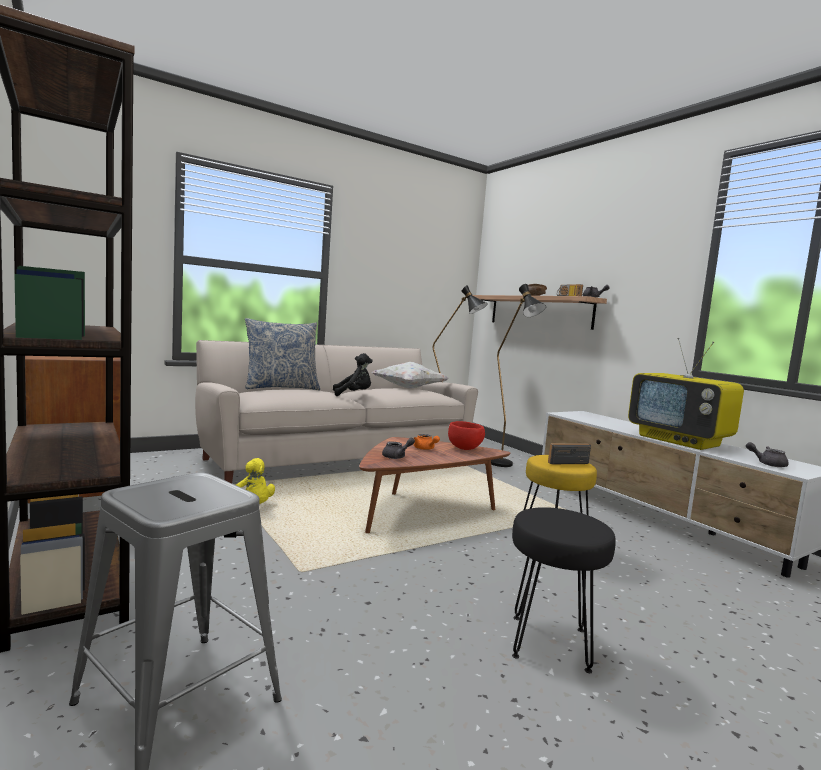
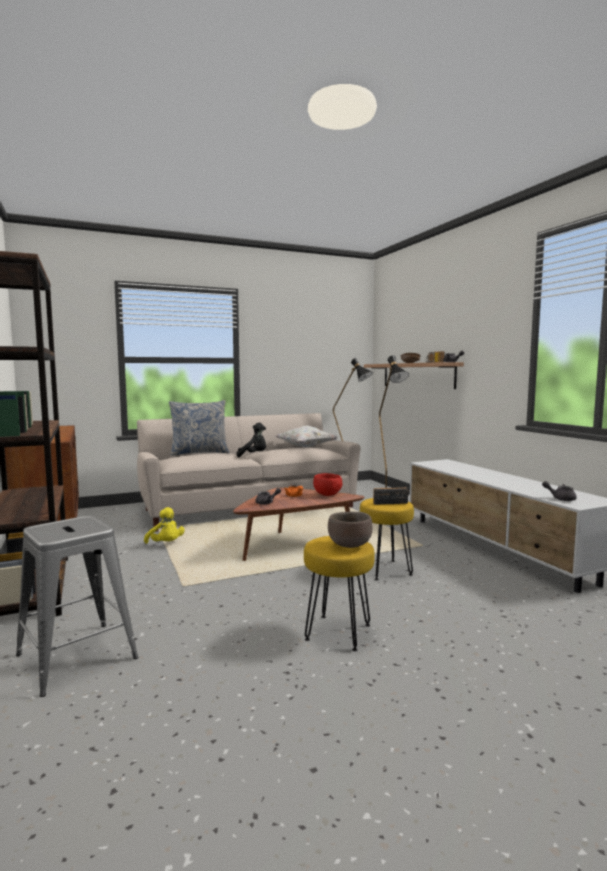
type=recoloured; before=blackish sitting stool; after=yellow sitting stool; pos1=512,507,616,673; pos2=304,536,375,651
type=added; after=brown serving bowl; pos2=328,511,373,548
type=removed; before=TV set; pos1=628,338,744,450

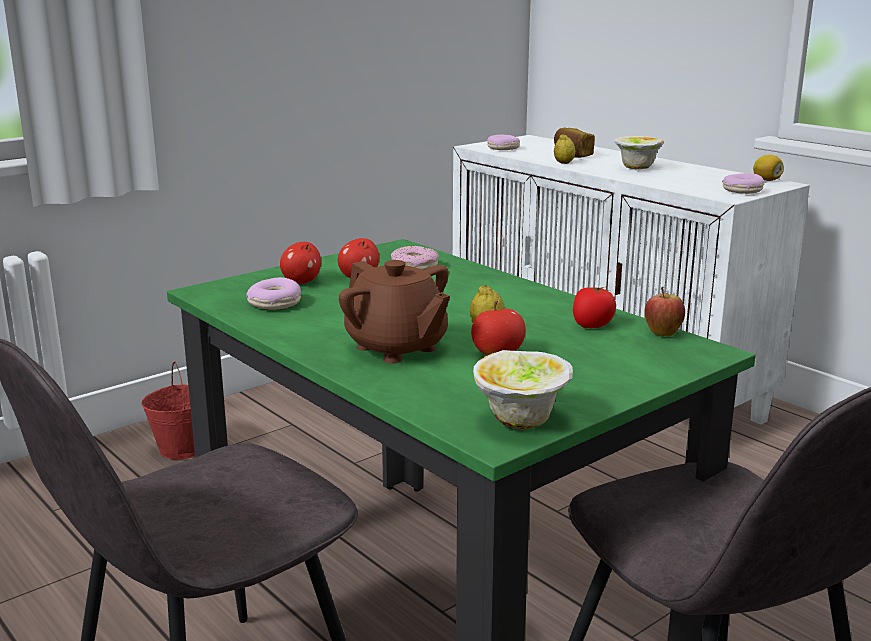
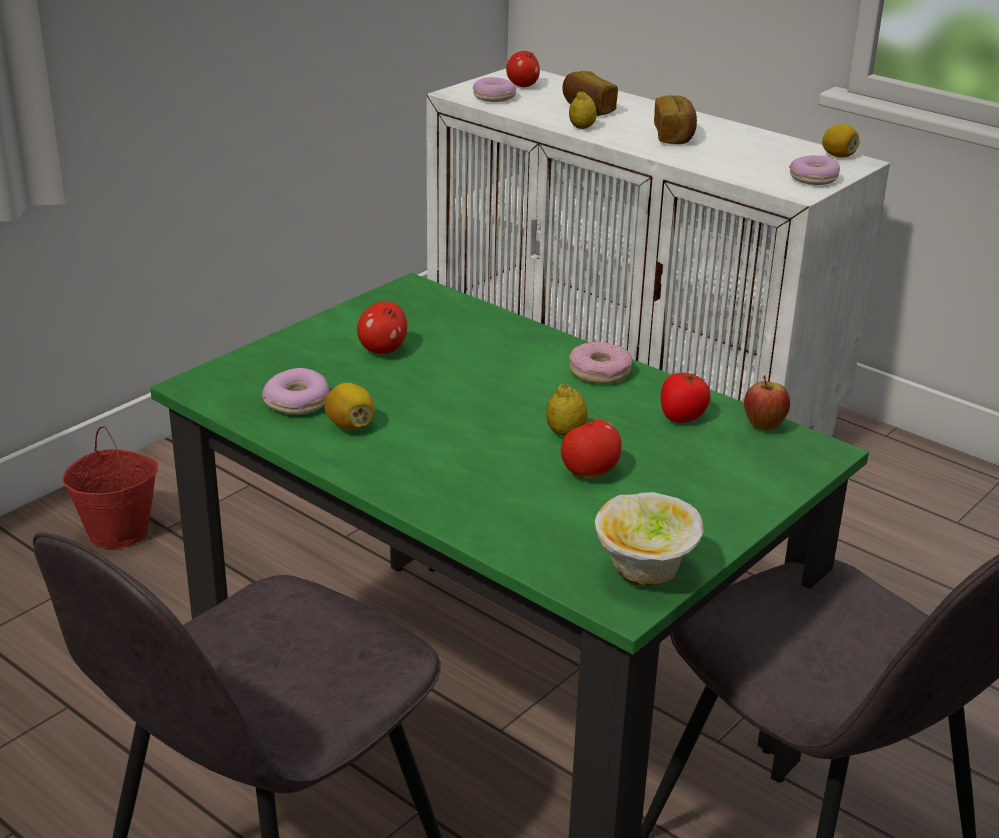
type=added; after=whole lemon; pos2=325,383,375,430
type=moved; before=apple fruit; pos1=280,242,321,284; pos2=506,51,540,87
type=moved; before=ring doughnut; pos1=391,246,439,270; pos2=569,341,632,384
type=replaced; before=serving bowl; after=bread; pos1=614,136,664,169; pos2=654,95,697,144
type=removed; before=brown pot for tea; pos1=339,260,450,363

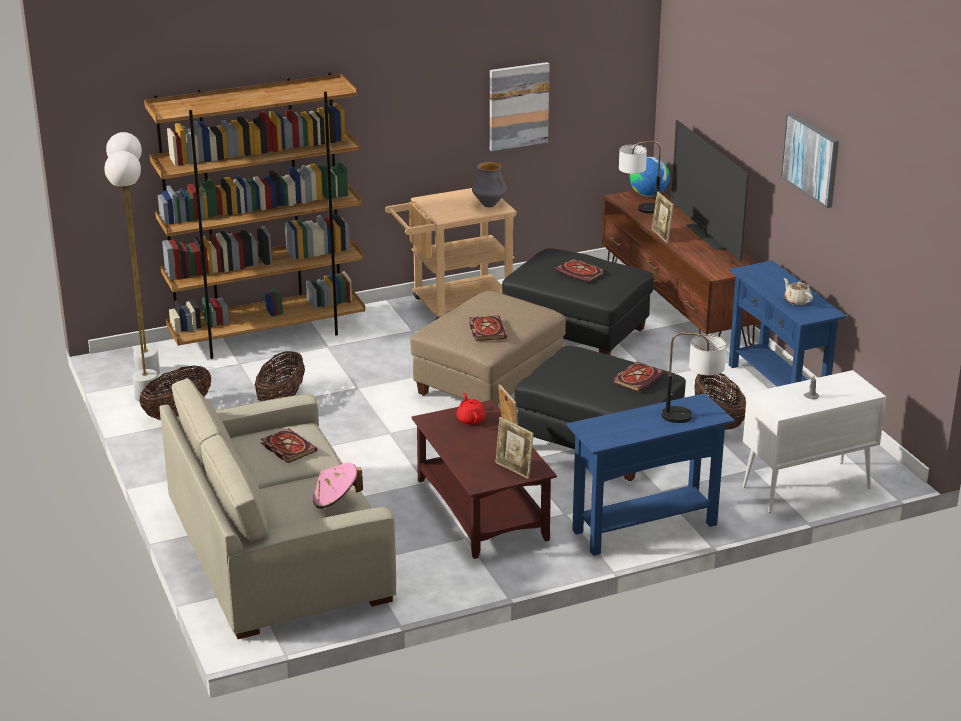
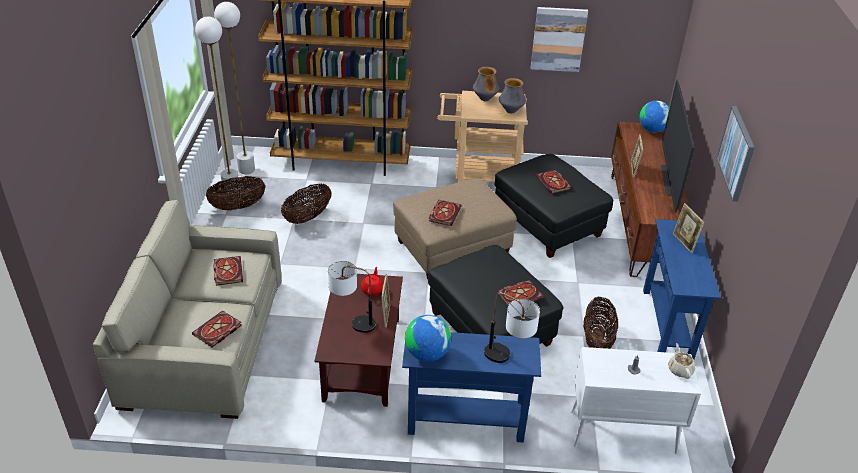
type=replaced; before=pink clothing hat; after=volume; pos1=313,463,363,509; pos2=192,310,242,347
type=moved; before=table lamp; pos1=619,141,661,214; pos2=328,261,376,333
type=added; after=world globe; pos2=405,315,451,362
type=added; after=flower vase; pos2=473,67,499,101
type=moved; before=beige pot for tea; pos1=784,278,813,305; pos2=668,343,695,379
type=moved; before=picture frame; pos1=495,417,534,479; pos2=673,203,704,253

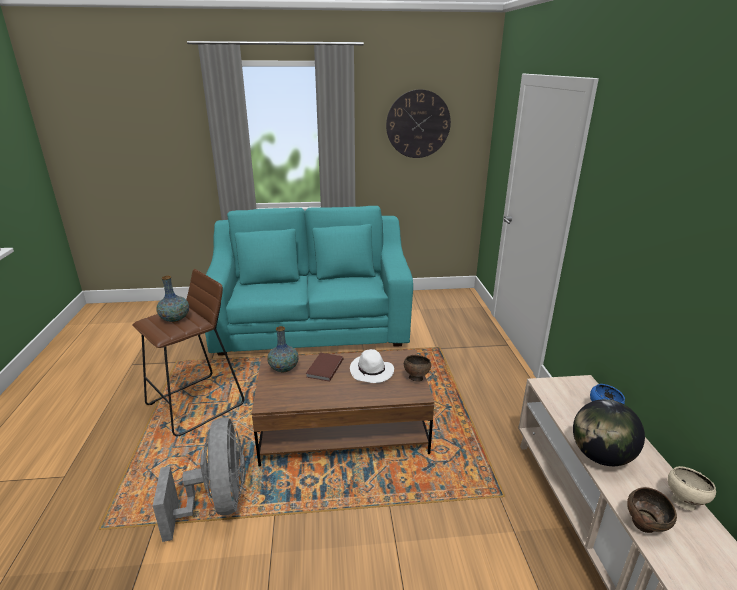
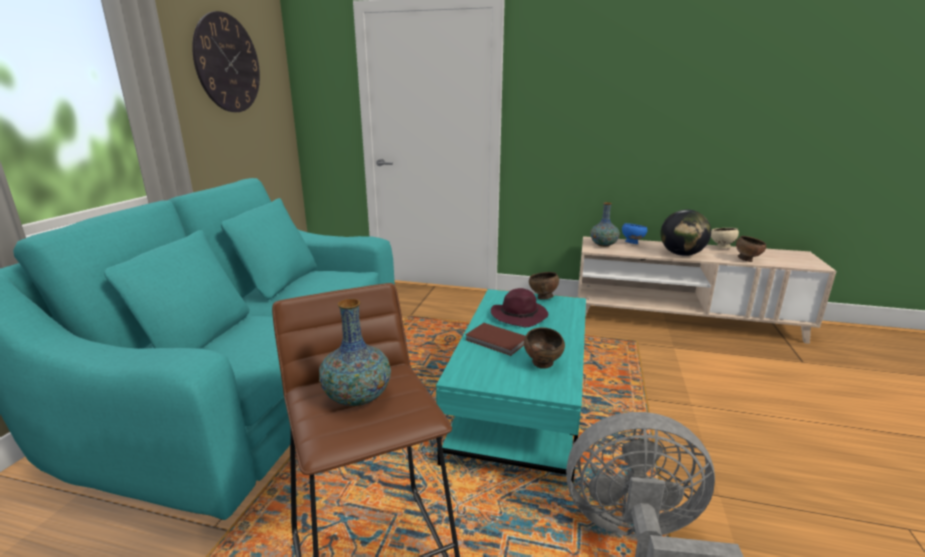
type=recoloured; before=brown coffee table; after=blue-green coffee table; pos1=252,350,434,466; pos2=436,289,586,483
type=recoloured; before=white-coloured clothing hat; after=purplish clothing hat; pos1=350,349,394,383; pos2=491,288,549,327
type=added; after=brown serving bowl; pos2=524,327,565,369
type=moved; before=flower vase; pos1=268,326,299,372; pos2=590,202,620,247

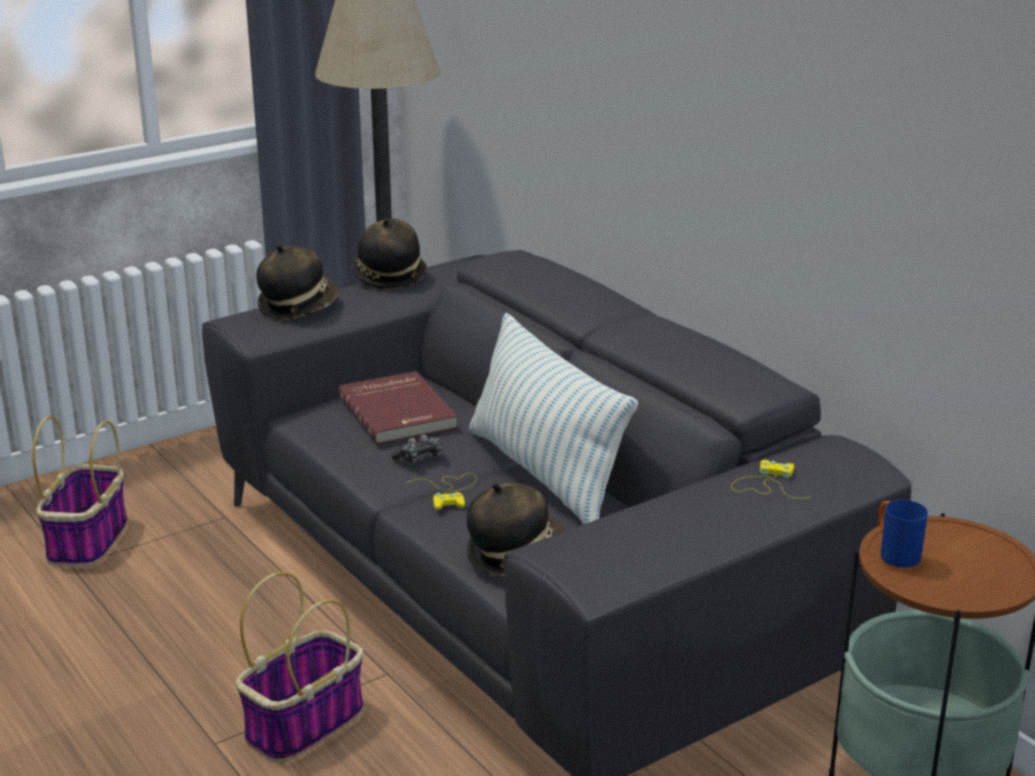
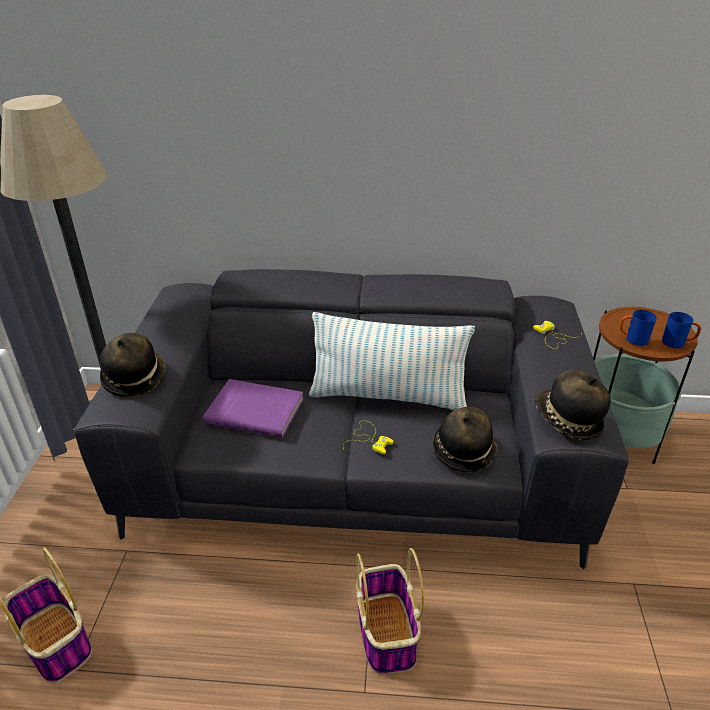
type=recoloured; before=red-coloured volume; after=purplish volume; pos1=338,371,458,444; pos2=203,379,304,438
type=moved; before=clothing hat; pos1=352,218,427,290; pos2=534,370,611,440
type=added; after=blue-coloured coffee mug; pos2=662,312,701,348
type=removed; before=gamepad; pos1=391,435,442,464

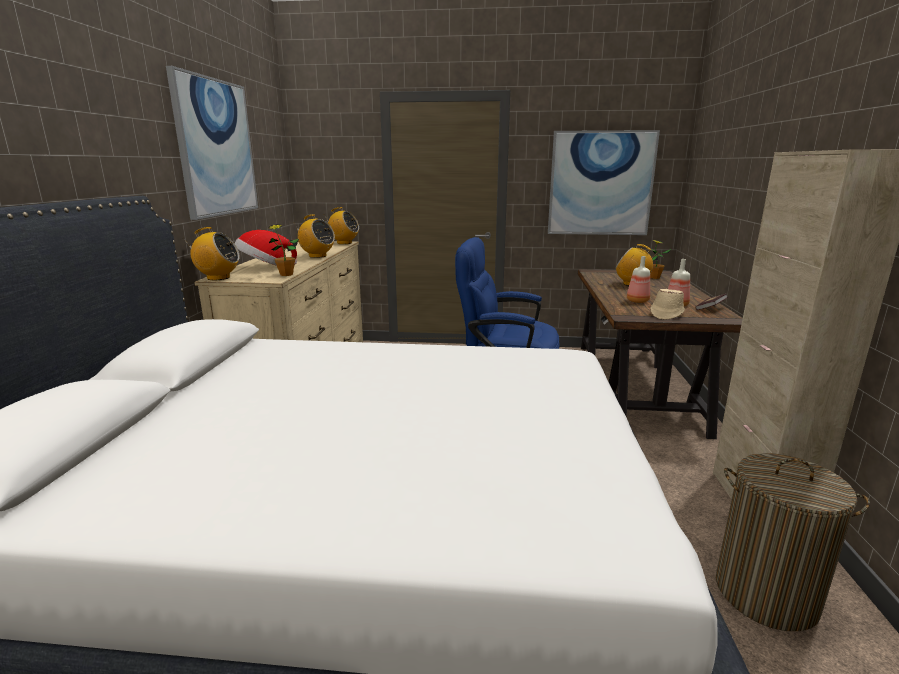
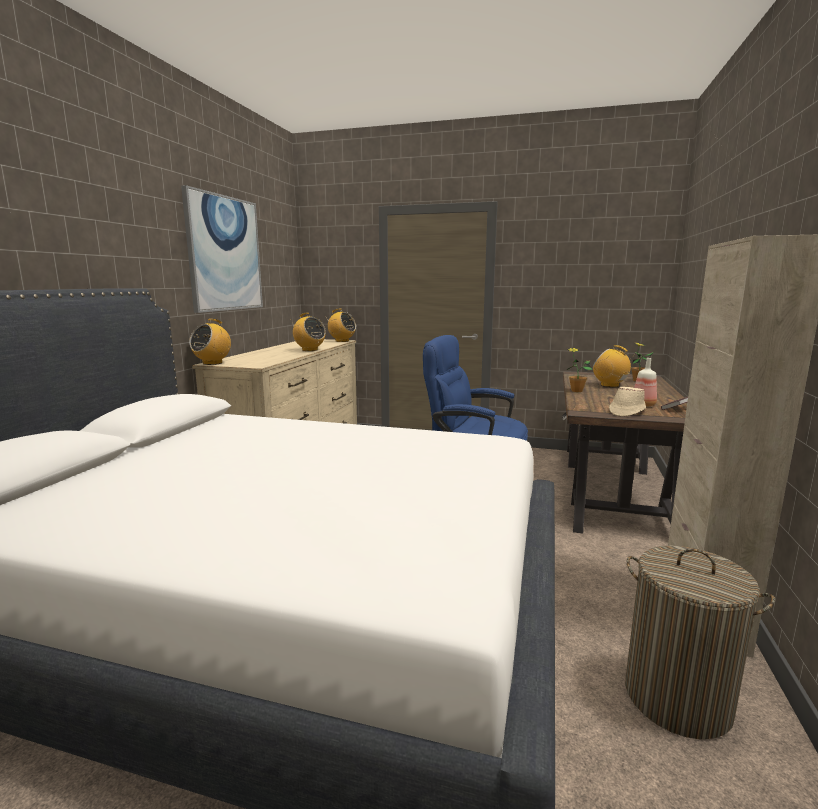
type=turned; before=radio set; pos1=183,227,240,280; pos2=189,319,231,365; turn=105
type=moved; before=houseplant; pos1=268,224,299,276; pos2=567,348,592,392
type=removed; before=clothing hat; pos1=235,230,297,266
type=removed; before=picture; pos1=548,130,660,235
type=removed; before=bottle; pos1=627,256,650,303

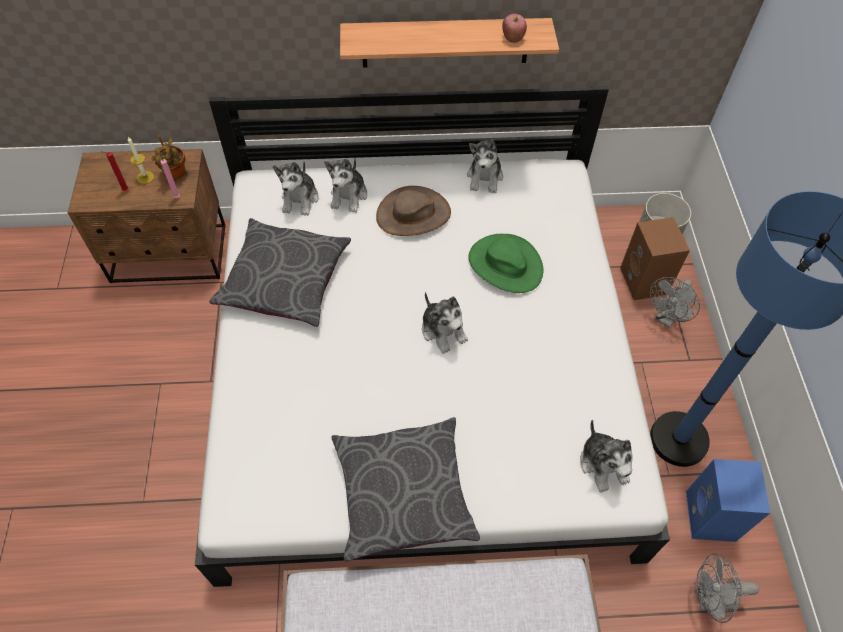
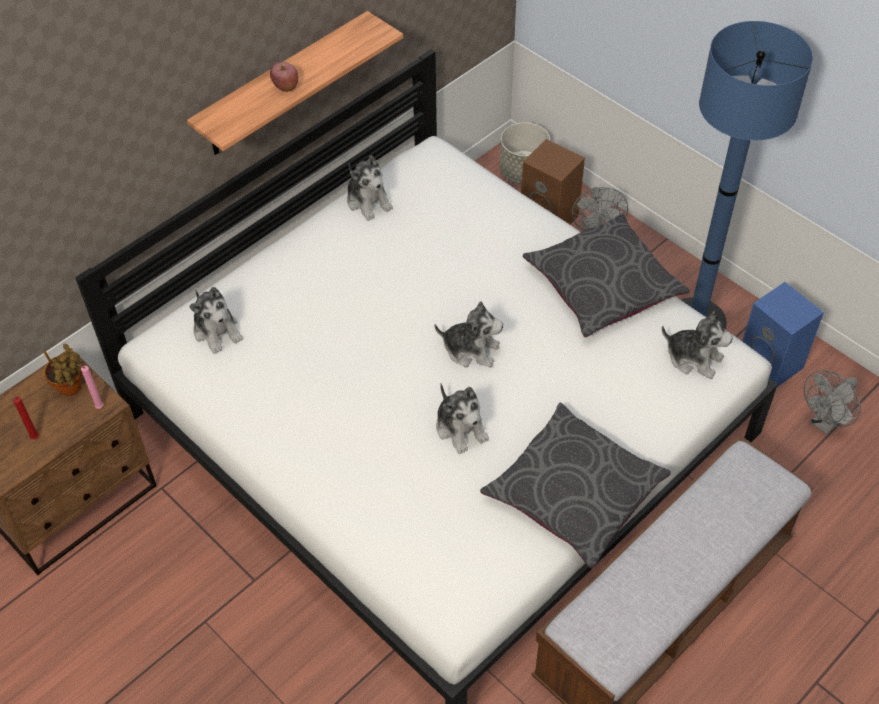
type=moved; before=apple fruit; pos1=502,13,527,43; pos2=270,62,298,92
type=moved; before=soft toy; pos1=324,158,367,213; pos2=436,383,489,454
type=moved; before=greyish throw pillow; pos1=209,218,351,327; pos2=523,213,690,337
type=removed; before=wax candle; pos1=128,137,154,184
type=removed; before=brown clothing hat; pos1=376,186,451,236
type=removed; before=green-coloured clothing hat; pos1=468,234,543,293

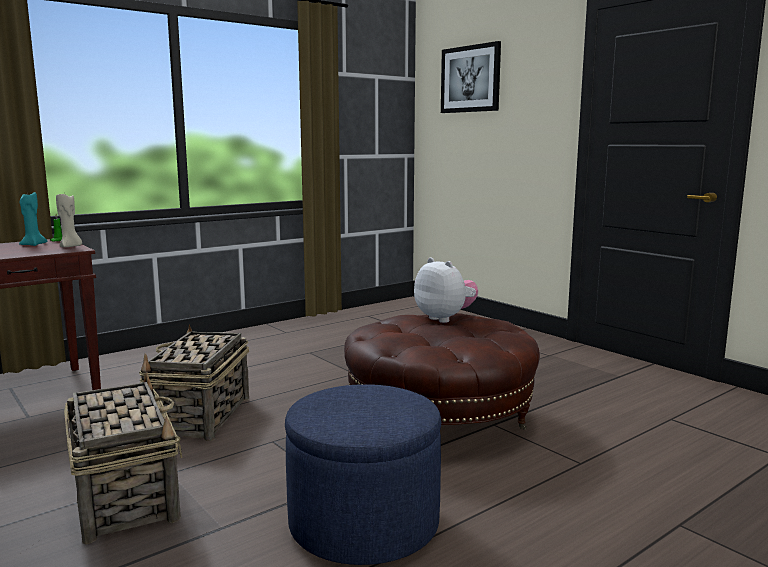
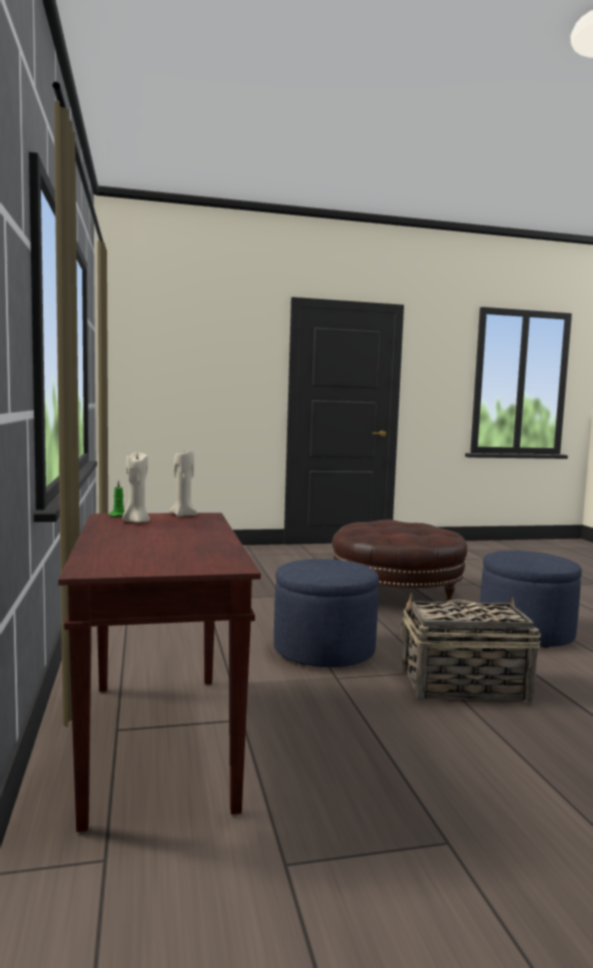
type=recoloured; before=blue-green wax candle; after=beige wax candle; pos1=19,192,47,246; pos2=122,452,150,523
type=replaced; before=household basket; after=blue-coloured pouffe; pos1=139,324,249,441; pos2=274,559,379,667
type=removed; before=soft toy; pos1=414,257,478,323
type=removed; before=picture; pos1=441,41,501,113

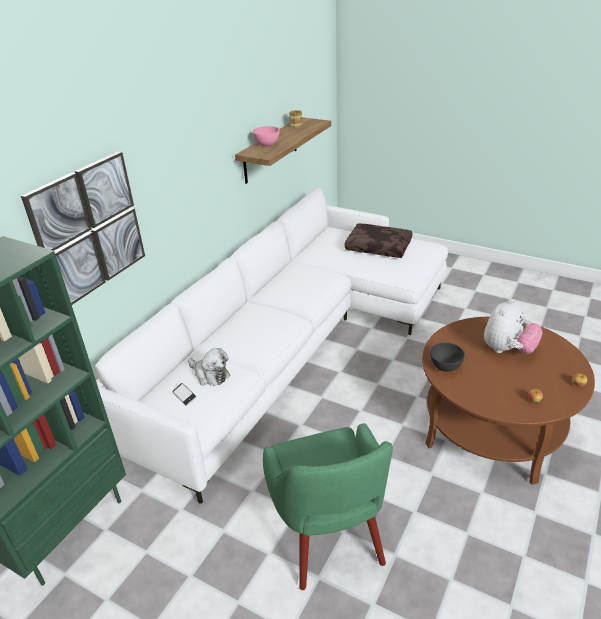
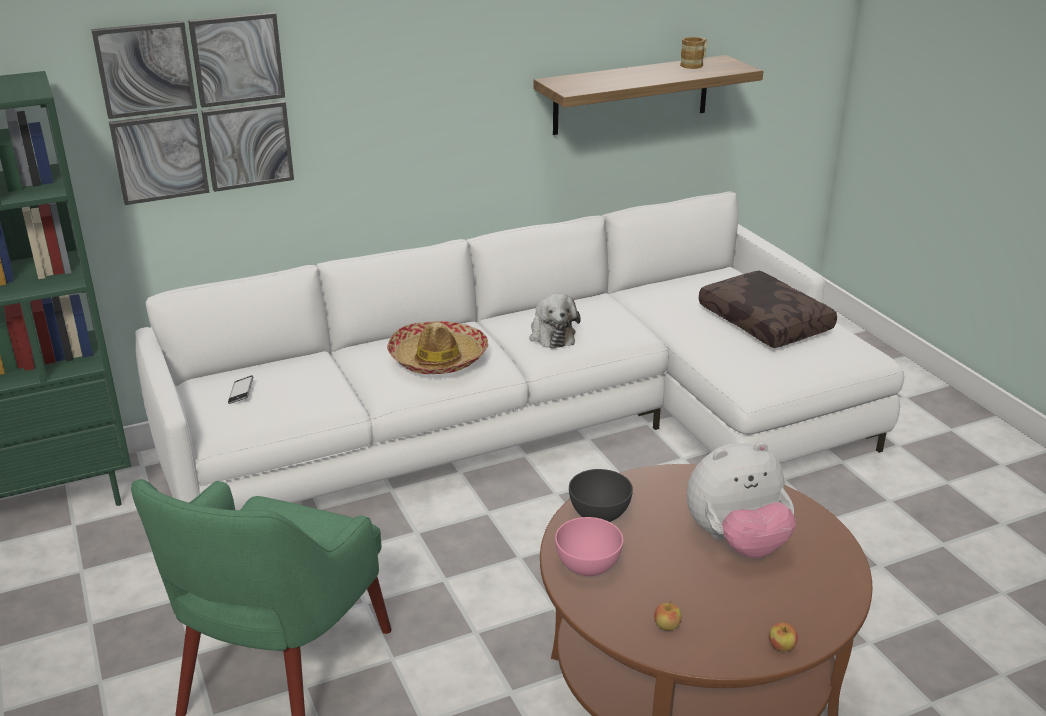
type=added; after=clothing hat; pos2=387,321,489,374
type=moved; before=soft toy; pos1=188,348,230,386; pos2=529,293,581,349
type=moved; before=pink serving bowl; pos1=253,126,280,146; pos2=555,517,623,576

